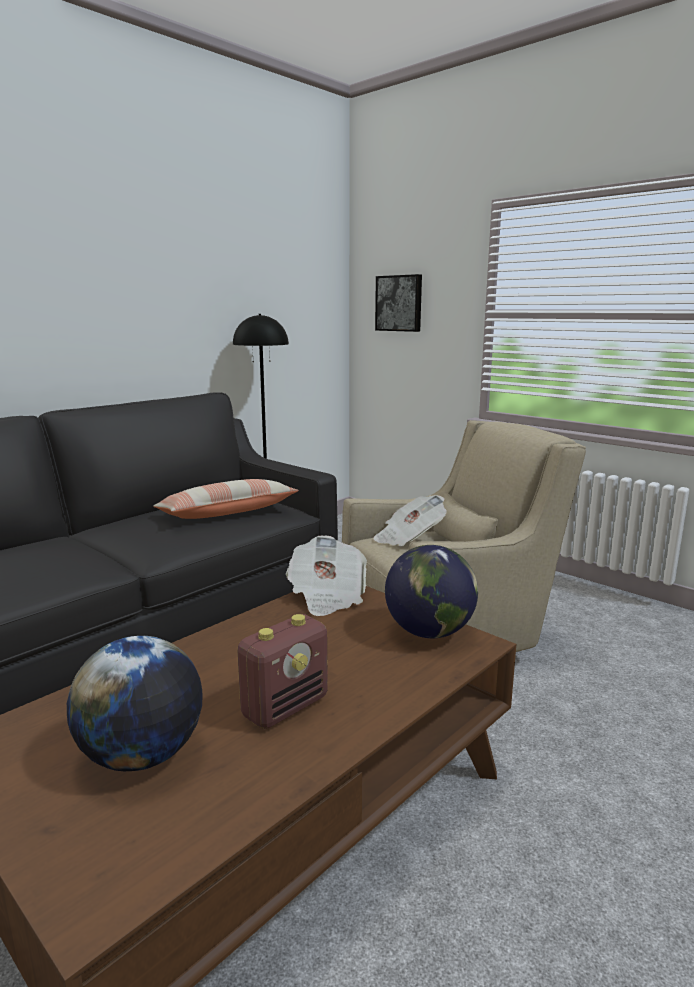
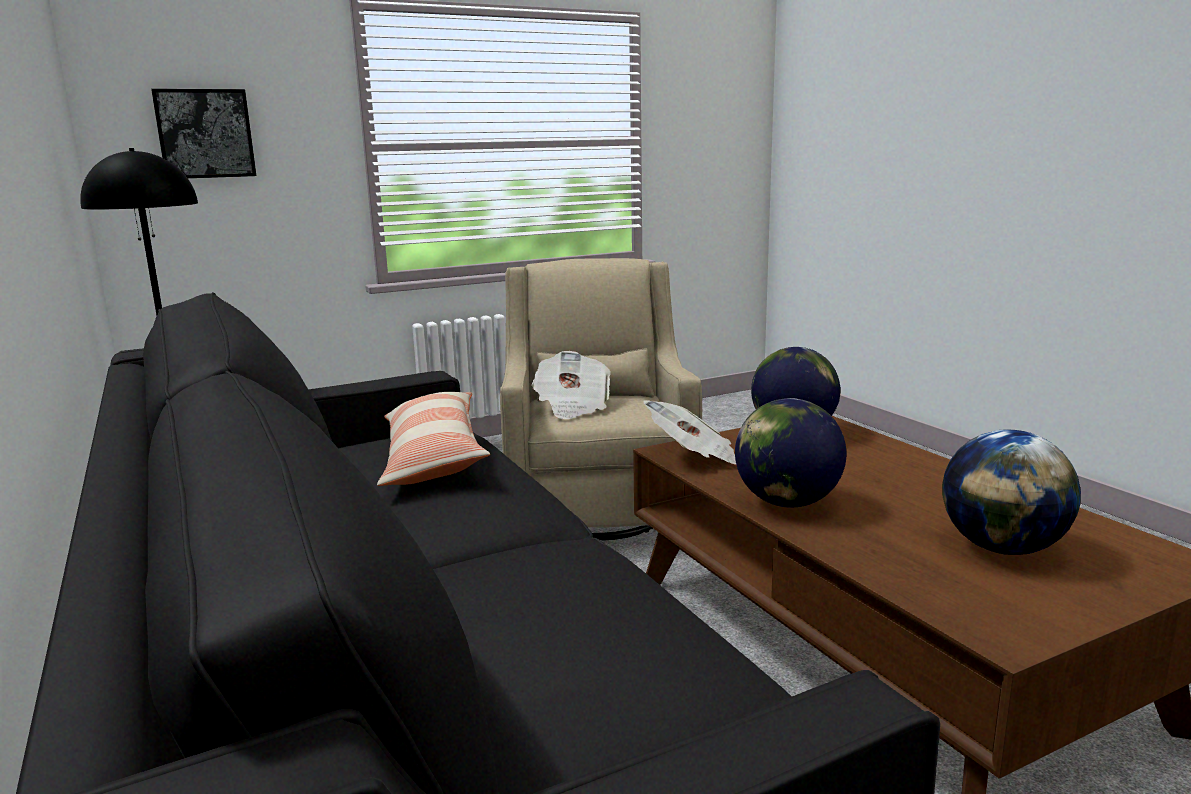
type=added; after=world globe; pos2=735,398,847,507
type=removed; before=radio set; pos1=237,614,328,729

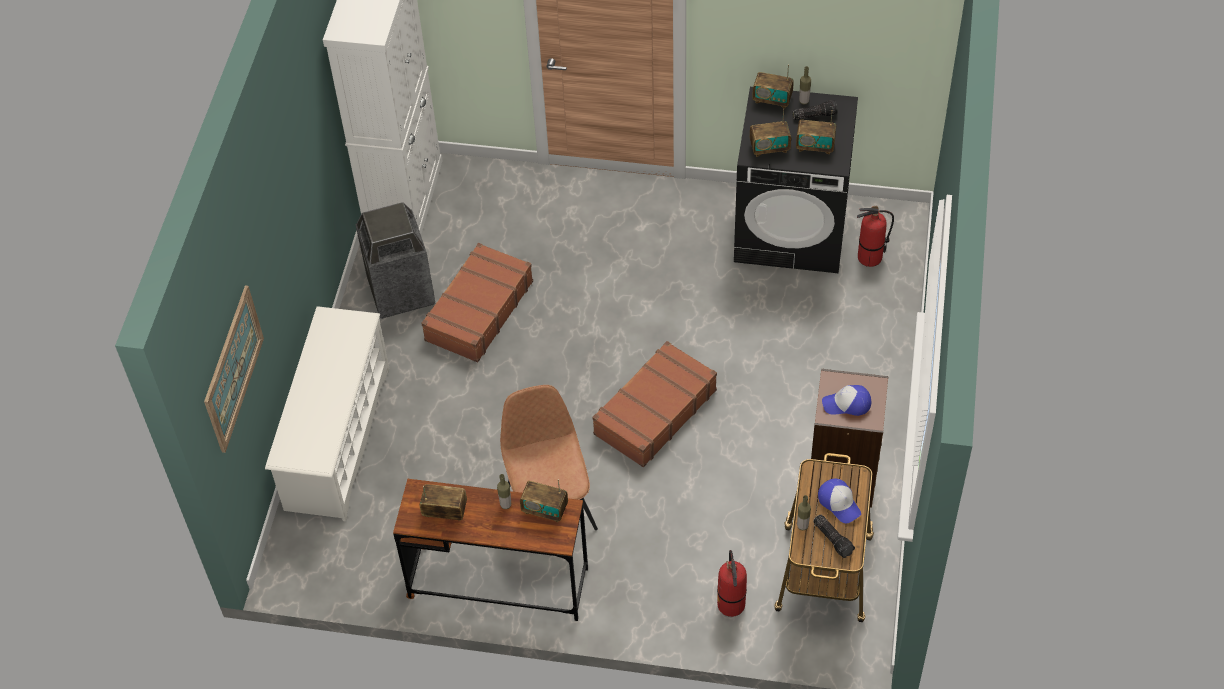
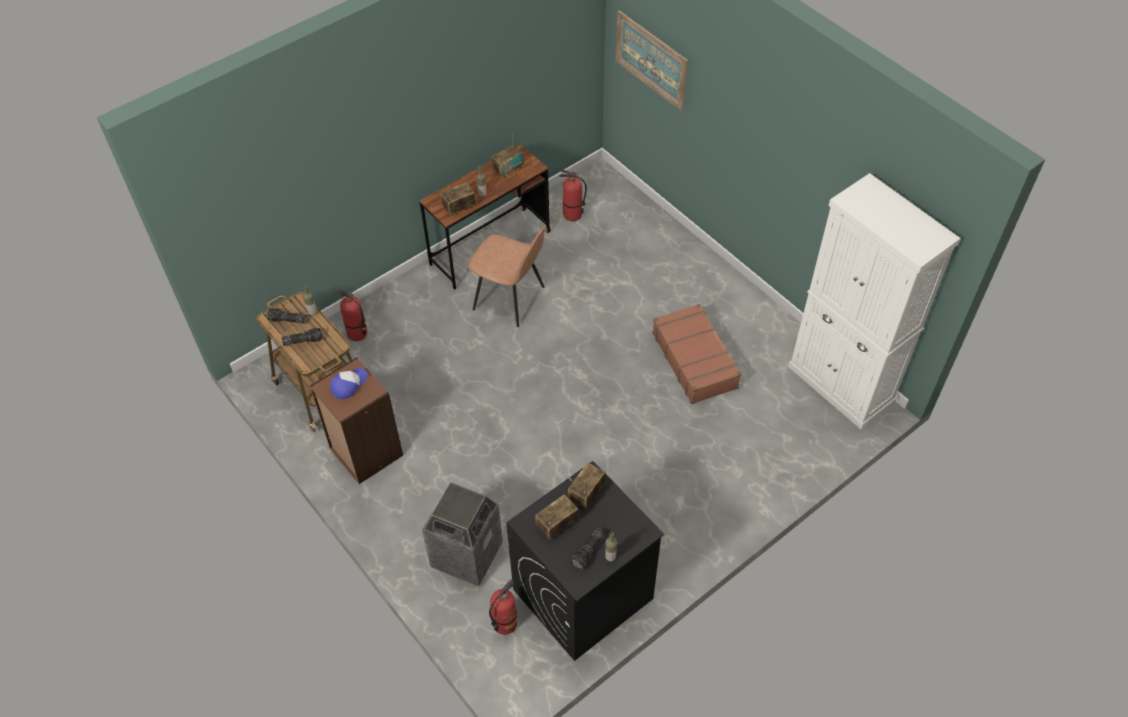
type=replaced; before=cap; after=torch; pos1=818,479,861,523; pos2=282,328,322,345
type=moved; before=waste bin; pos1=355,202,436,319; pos2=422,482,503,587
type=added; after=fire-fighting cylinder; pos2=559,169,587,221
type=removed; before=white-coloured shoe rack; pos1=265,306,389,522
type=removed; before=brown travel case; pos1=592,341,717,467
type=removed; before=radio set; pos1=752,64,794,108

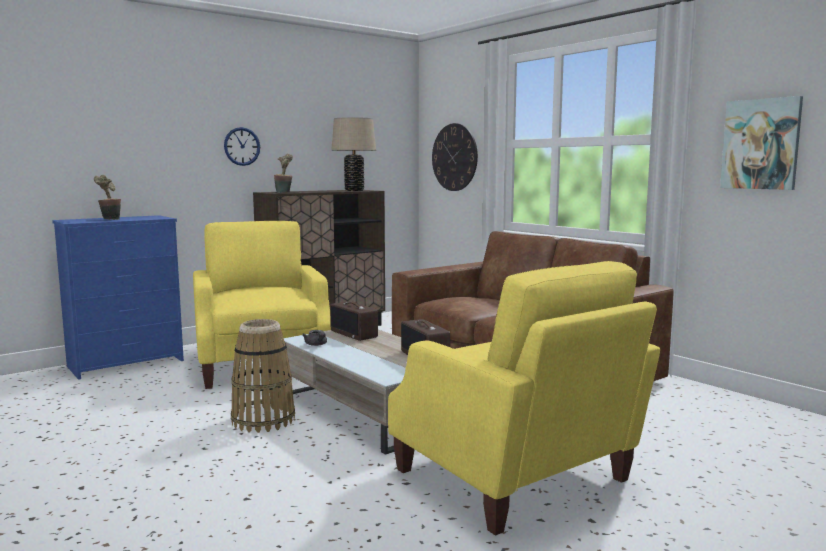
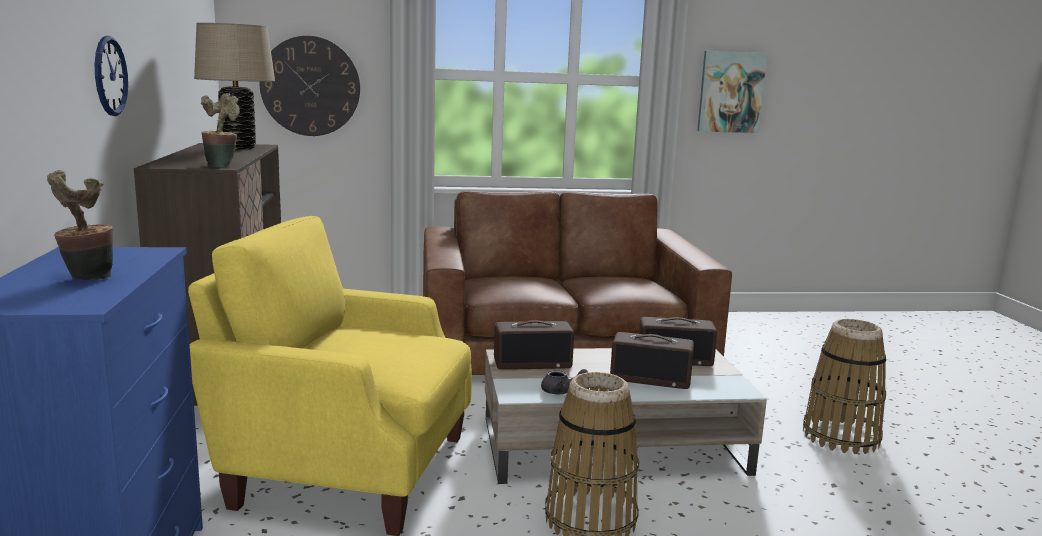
type=added; after=radio set; pos2=610,332,694,389
type=replaced; before=yellow lounge chair; after=household basket; pos1=388,261,660,536; pos2=803,319,886,454

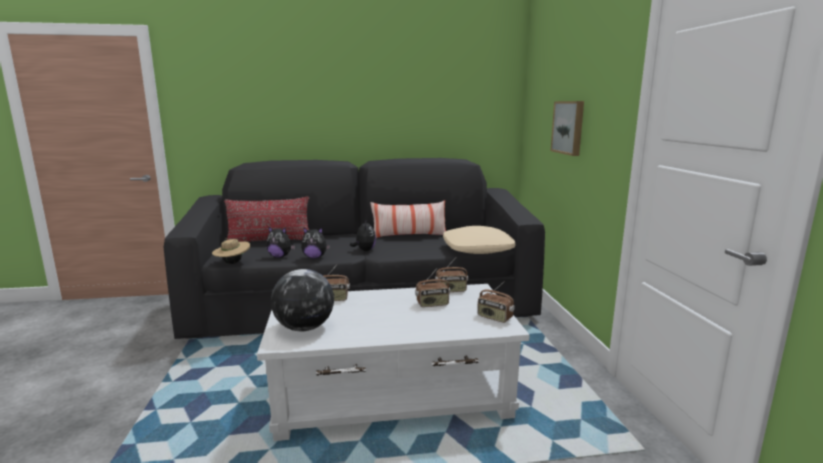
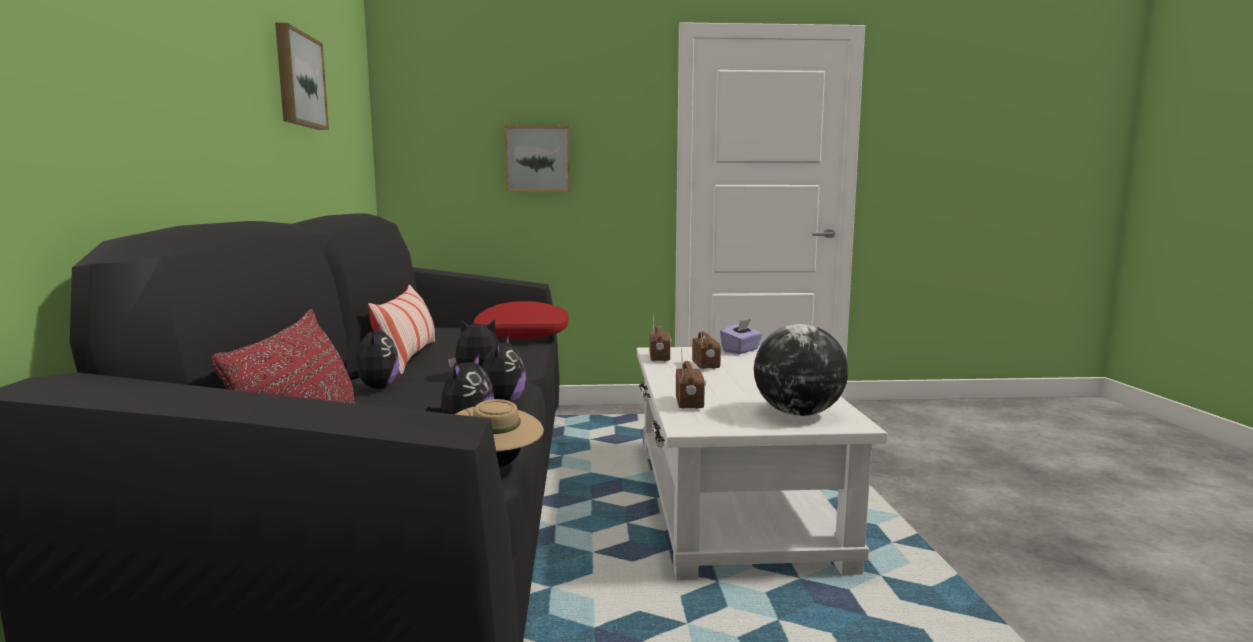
type=added; after=picture; pos2=275,23,329,130
type=added; after=soft toy; pos2=347,324,400,389
type=recoloured; before=beige throw pillow; after=red-coloured throw pillow; pos1=443,226,515,254; pos2=473,301,569,339
type=replaced; before=radio set; after=purplish box of tissues; pos1=477,281,515,323; pos2=720,319,763,354

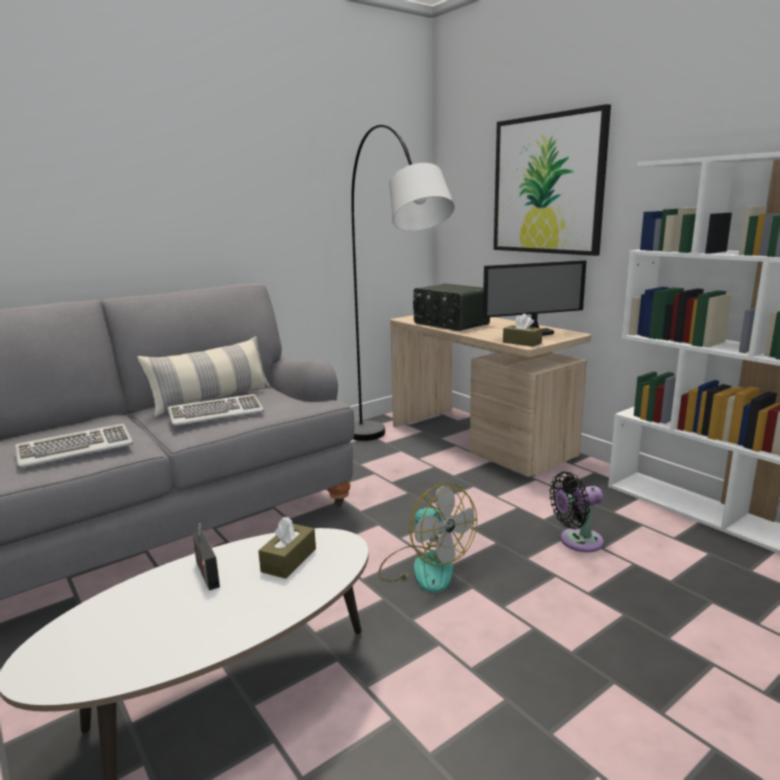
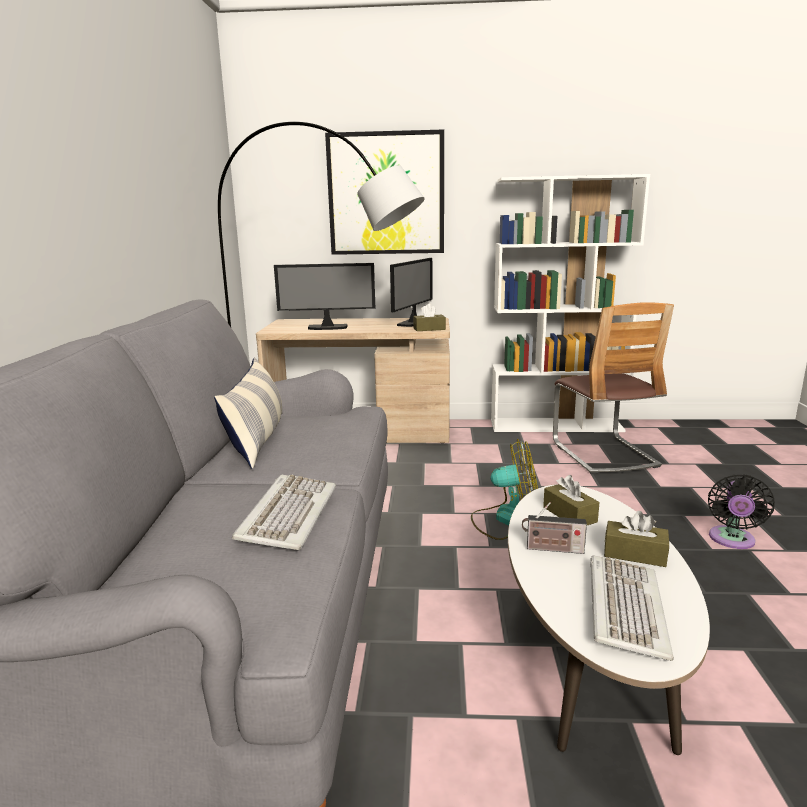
type=replaced; before=radio set; after=monitor; pos1=413,284,490,331; pos2=274,263,375,330
type=added; after=chair; pos2=553,302,674,474
type=moved; before=computer keyboard; pos1=168,394,264,426; pos2=590,555,674,661
type=added; after=brown box of tissues; pos2=604,511,669,567
type=moved; before=blackish electric fan; pos1=549,472,604,552; pos2=708,475,775,549

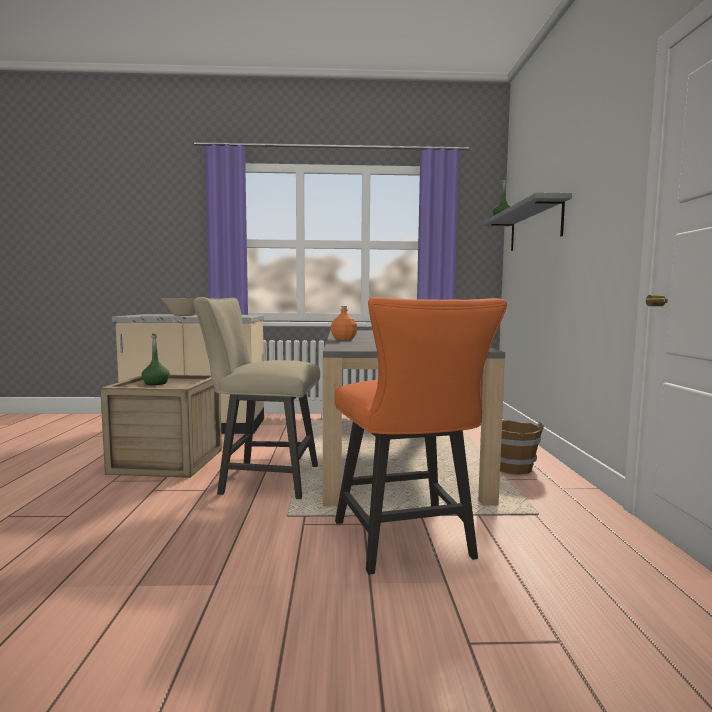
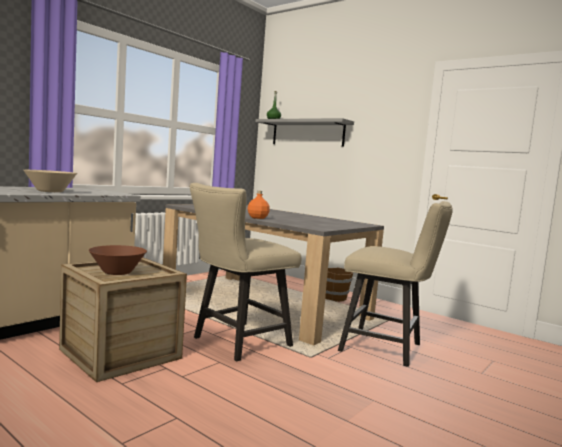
type=replaced; before=green-coloured bottle; after=brown serving bowl; pos1=141,334,170,385; pos2=89,245,147,275
type=recoloured; before=orange-coloured chair; after=beige chair; pos1=334,297,507,575; pos2=338,201,453,367

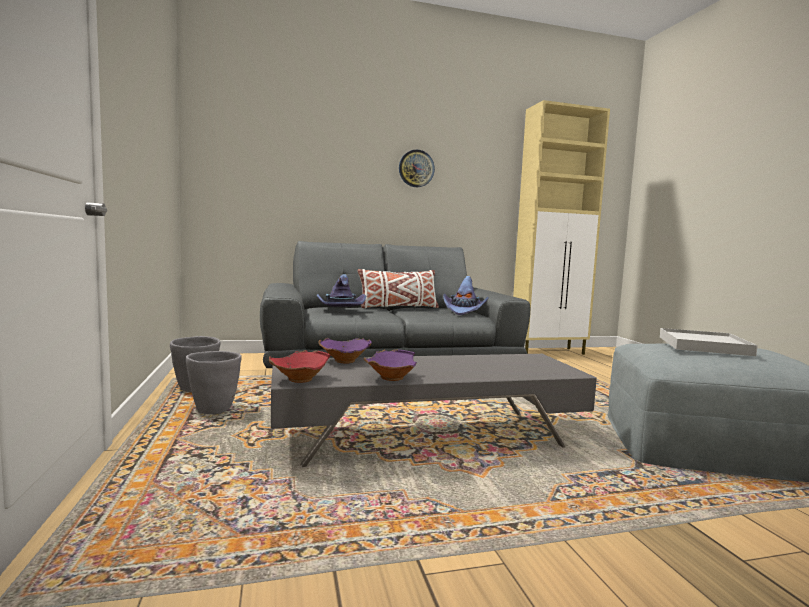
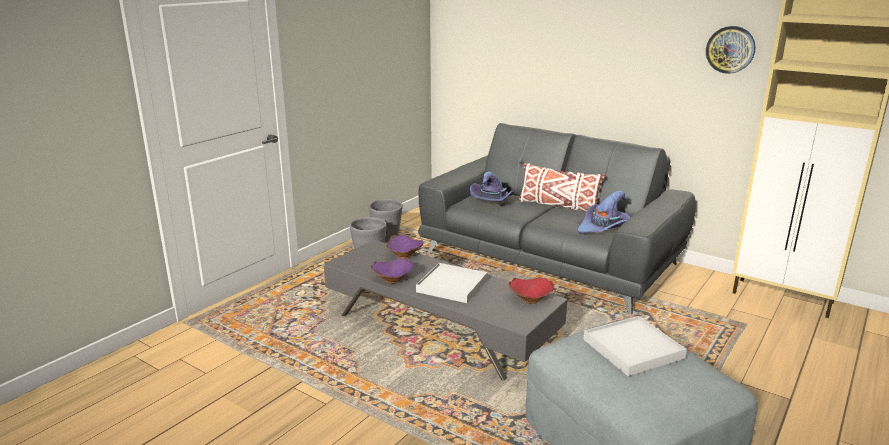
type=added; after=white-coloured carrying tray; pos2=416,263,487,303
type=moved; before=red-coloured serving bowl; pos1=269,350,330,383; pos2=508,277,554,304
type=moved; before=hanging clock; pos1=399,150,435,187; pos2=706,26,756,74

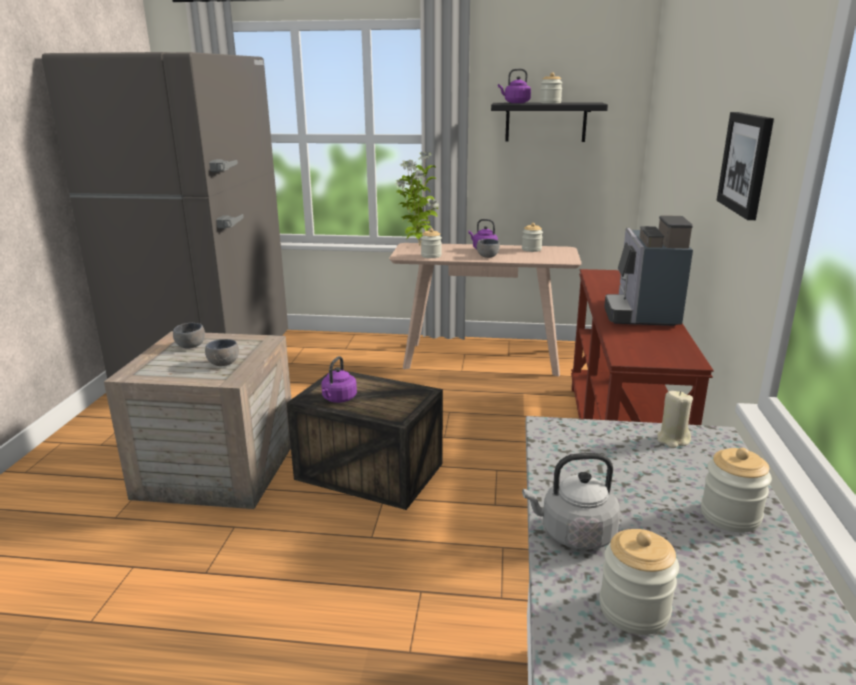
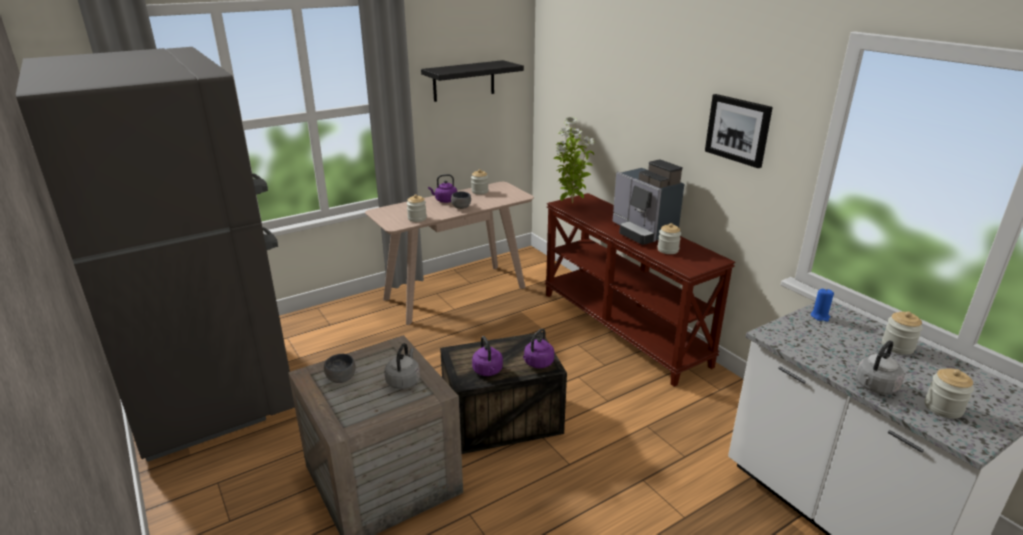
type=replaced; before=greyish serving bowl; after=greyish tea kettle; pos1=205,339,239,366; pos2=384,343,420,389
type=moved; before=purplish tea kettle; pos1=498,68,531,103; pos2=523,329,554,368
type=moved; before=houseplant; pos1=394,152,439,246; pos2=553,117,595,204
type=moved; before=preserve jar; pos1=540,72,562,104; pos2=657,223,681,254
type=recoloured; before=beige wax candle; after=blue-coloured wax candle; pos1=657,391,693,448; pos2=811,289,834,322

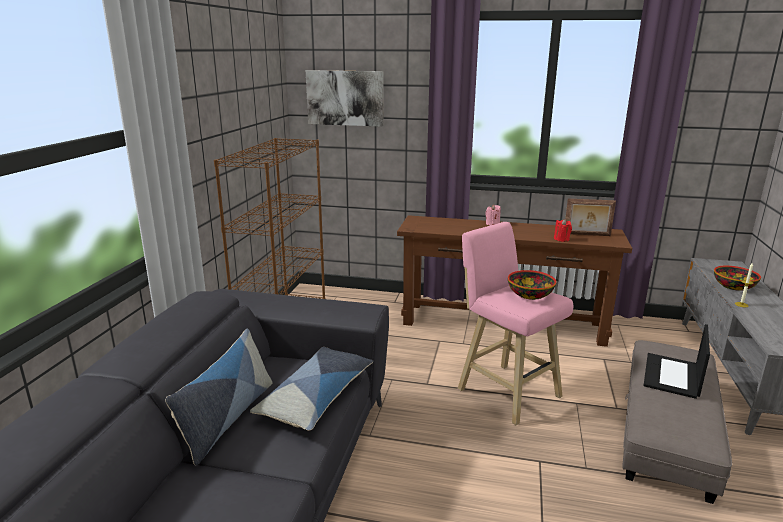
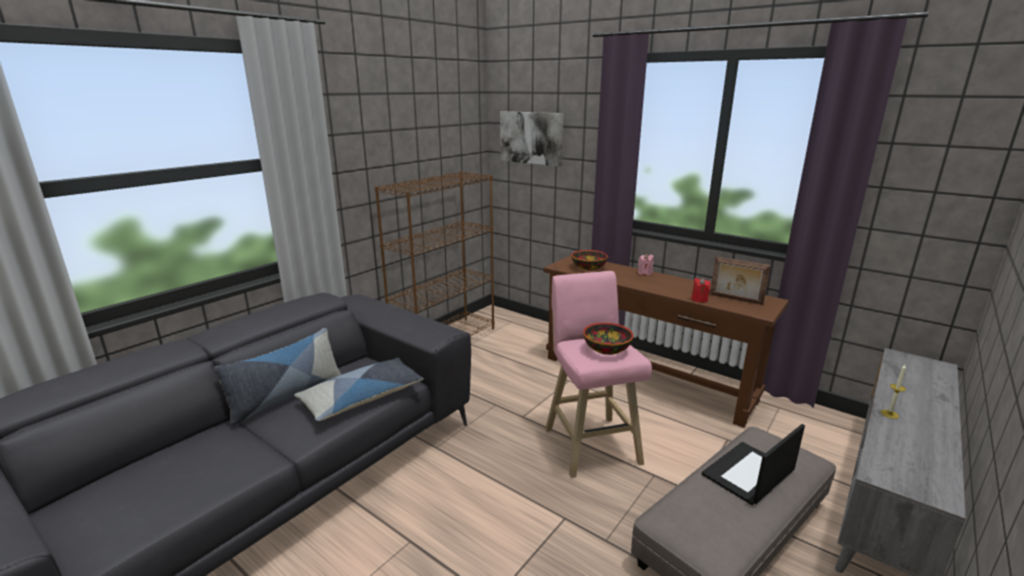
type=moved; before=serving bowl; pos1=714,266,761,291; pos2=571,250,608,271

